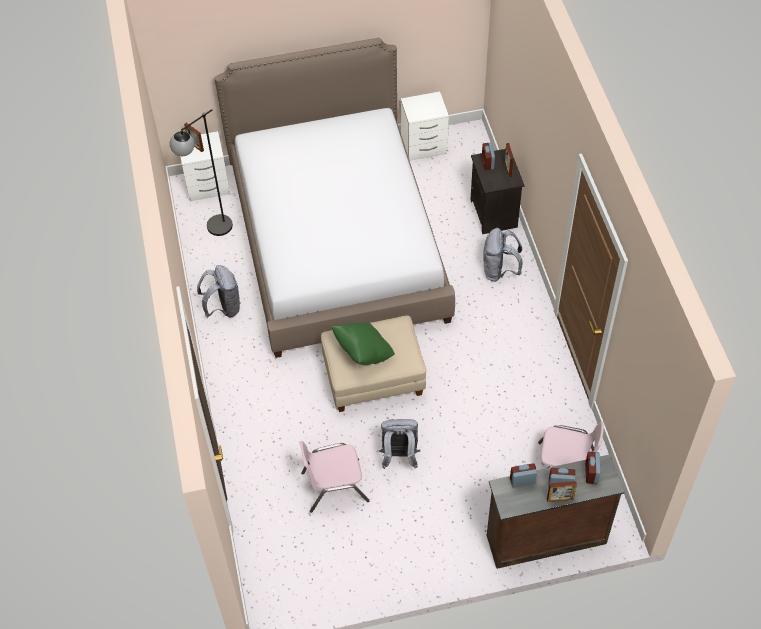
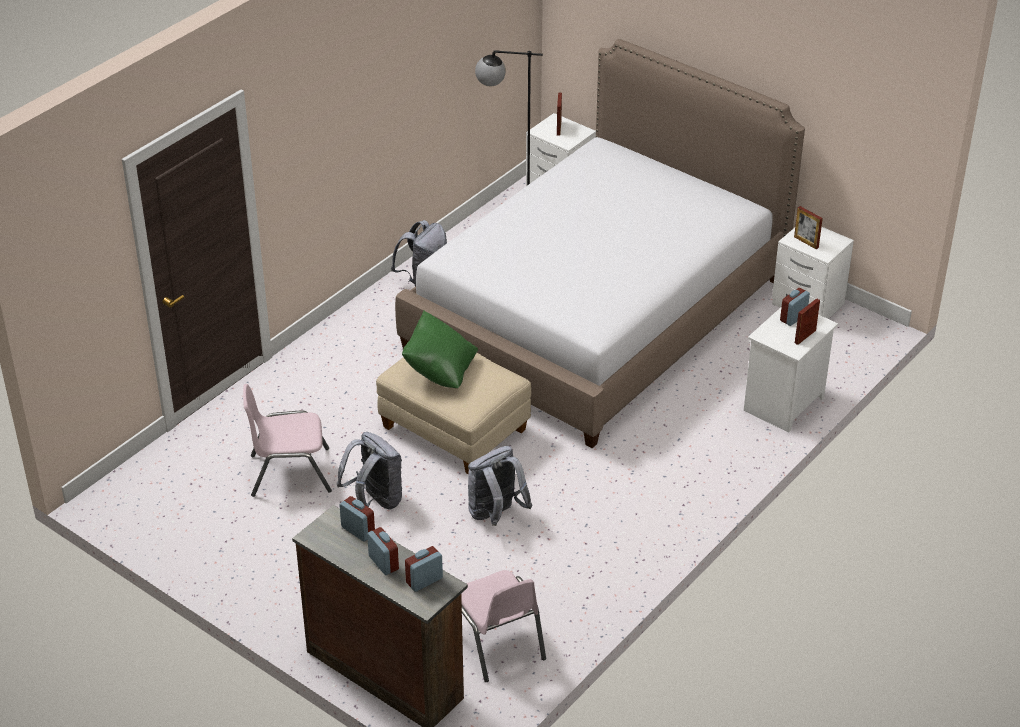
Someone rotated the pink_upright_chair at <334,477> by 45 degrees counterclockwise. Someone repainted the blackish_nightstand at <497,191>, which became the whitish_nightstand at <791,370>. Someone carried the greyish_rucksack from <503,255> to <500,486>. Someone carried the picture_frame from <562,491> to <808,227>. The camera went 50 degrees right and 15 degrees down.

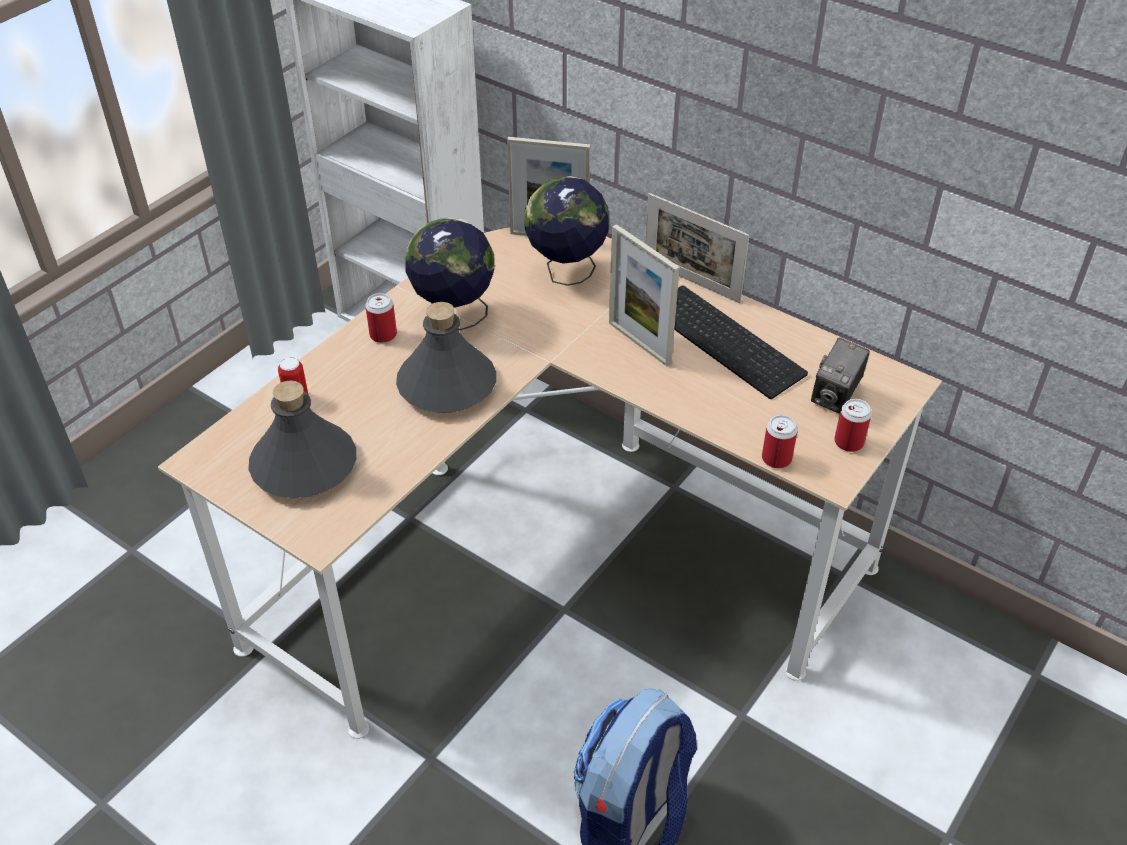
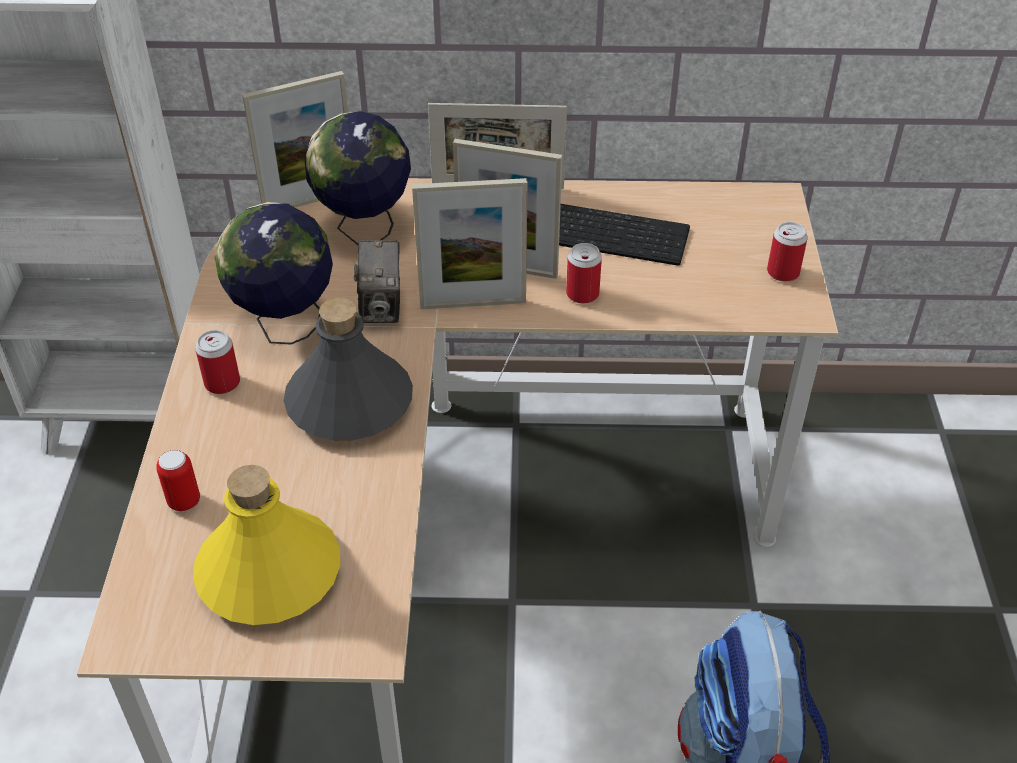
Someone repainted the greyish_bottle at <302,439>, which became the yellow-coloured_bottle at <266,545>. Someone carried the sealed_can from <780,441> to <584,273>. Someone carried the photo_camera from <840,376> to <377,281>. Someone put down the picture_frame at <470,243>. The camera went 35 degrees left and 0 degrees up.

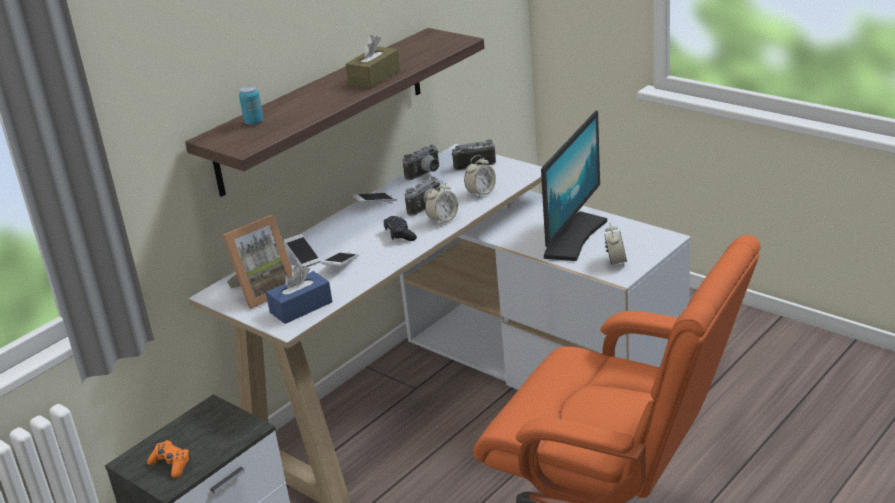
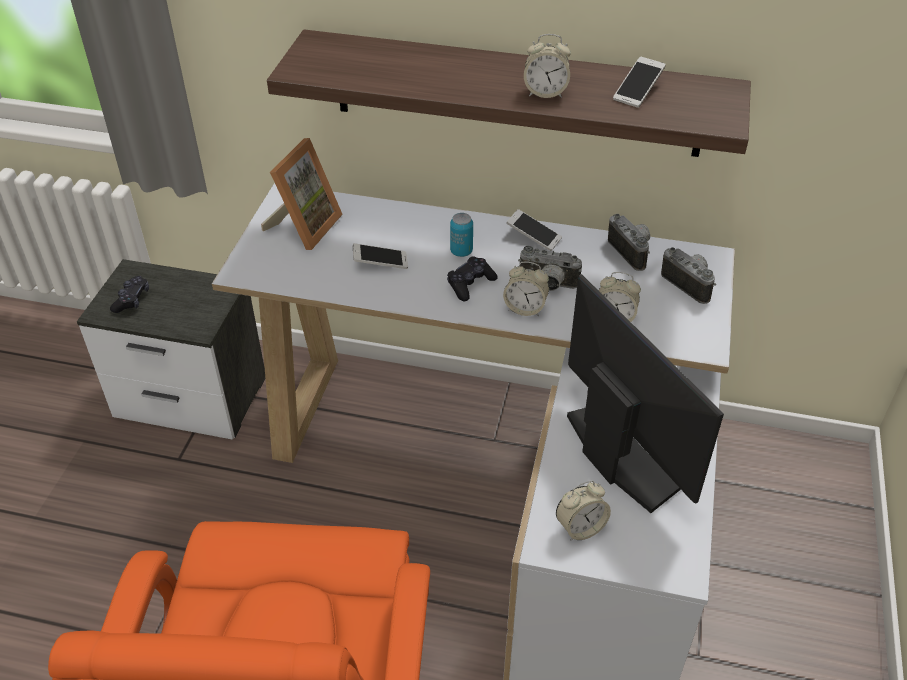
Someone repainted the orange_joypad at <169,459>, which became the blackish_joypad at <129,294>. Someone rotated the picture_frame at <258,262> by 90 degrees counterclockwise. Someone carried the sealed_can from <251,105> to <461,235>. Someone took away the blue-coloured_tissue_box at <299,295>. Someone carried the telephone from <302,250> to <639,82>. Someone swapped the brownish_tissue_box at <373,62> for the bedside_clock at <547,66>. Someone rotated the photo_camera at <421,162> by 135 degrees counterclockwise. Someone rotated the monitor at <574,186> by 120 degrees counterclockwise. The camera went 60 degrees right and 15 degrees up.

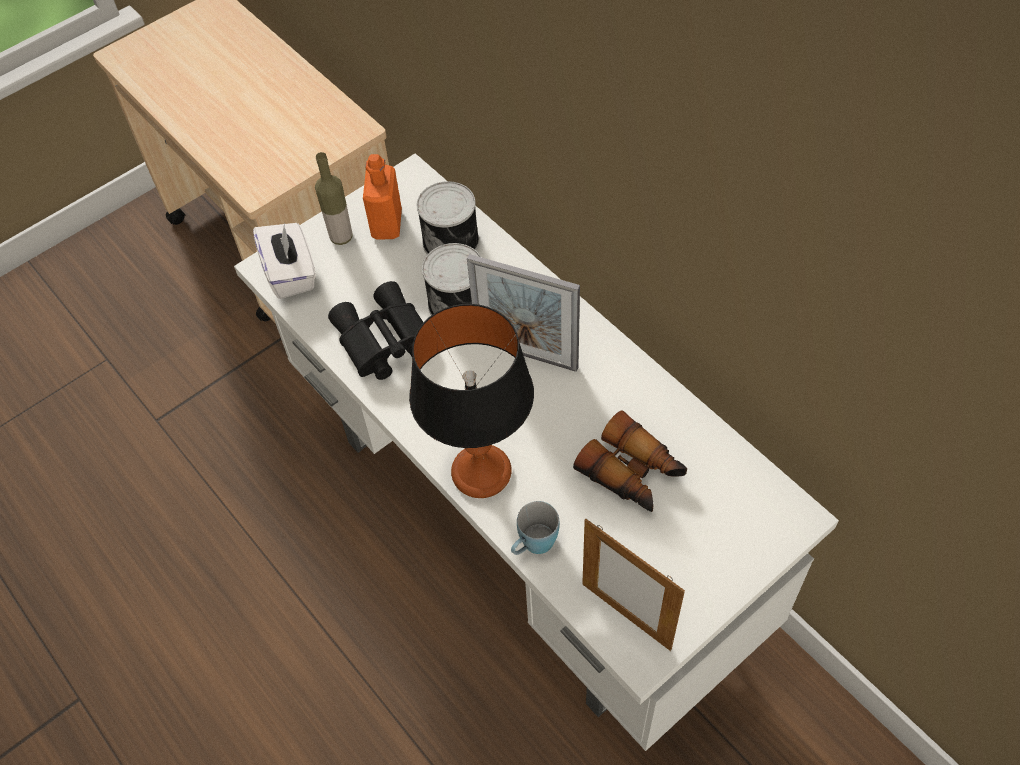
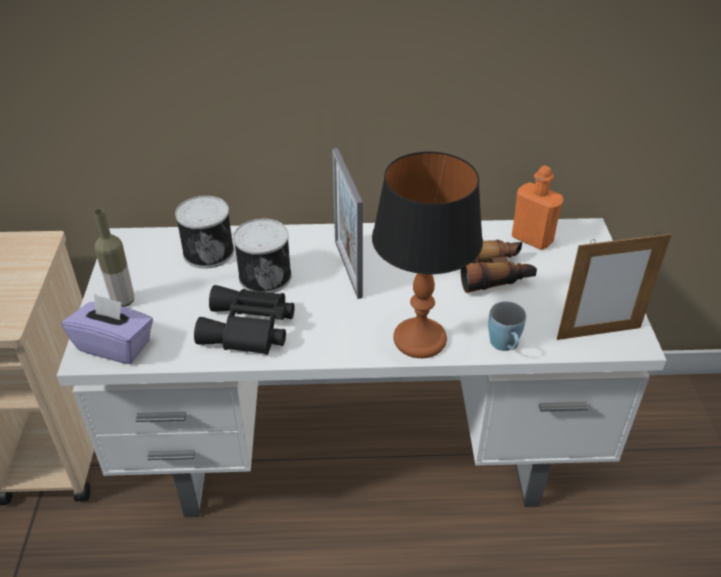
Someone repainted the whitish_tissue_box at <284,260>, which became the purple_tissue_box at <107,329>. Someone carried the orange_bottle from <382,197> to <538,207>. Someone rotated the picture_frame at <523,313> by 105 degrees clockwise. The camera went 55 degrees left and 15 degrees down.

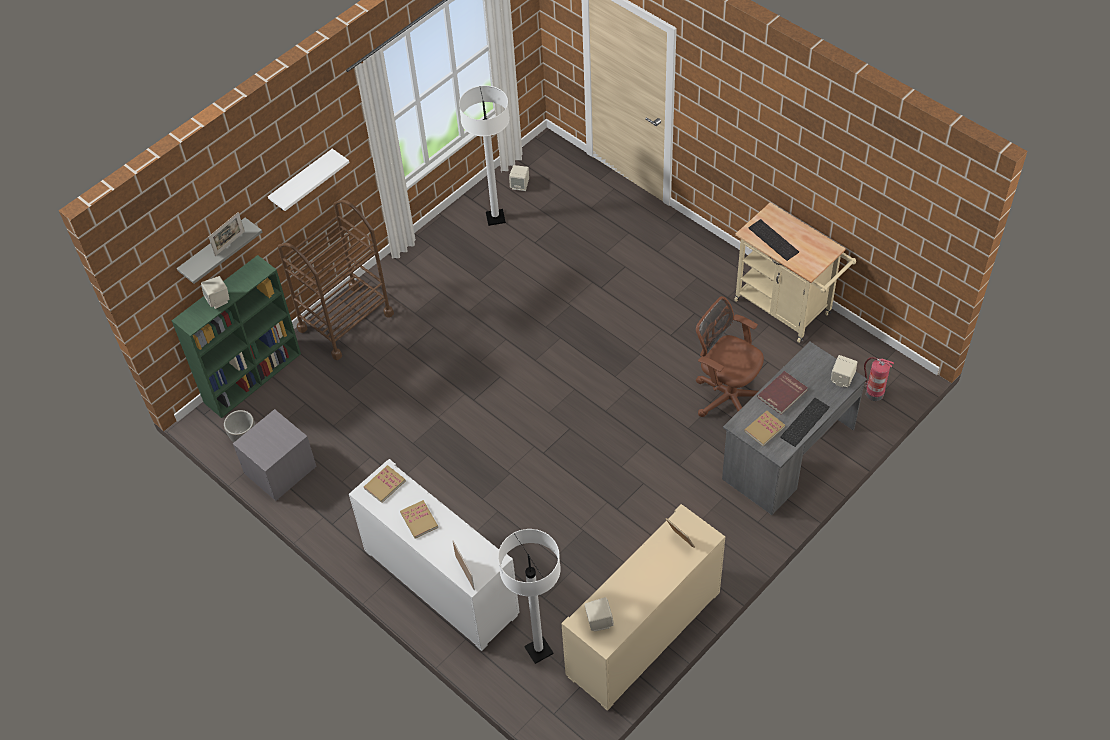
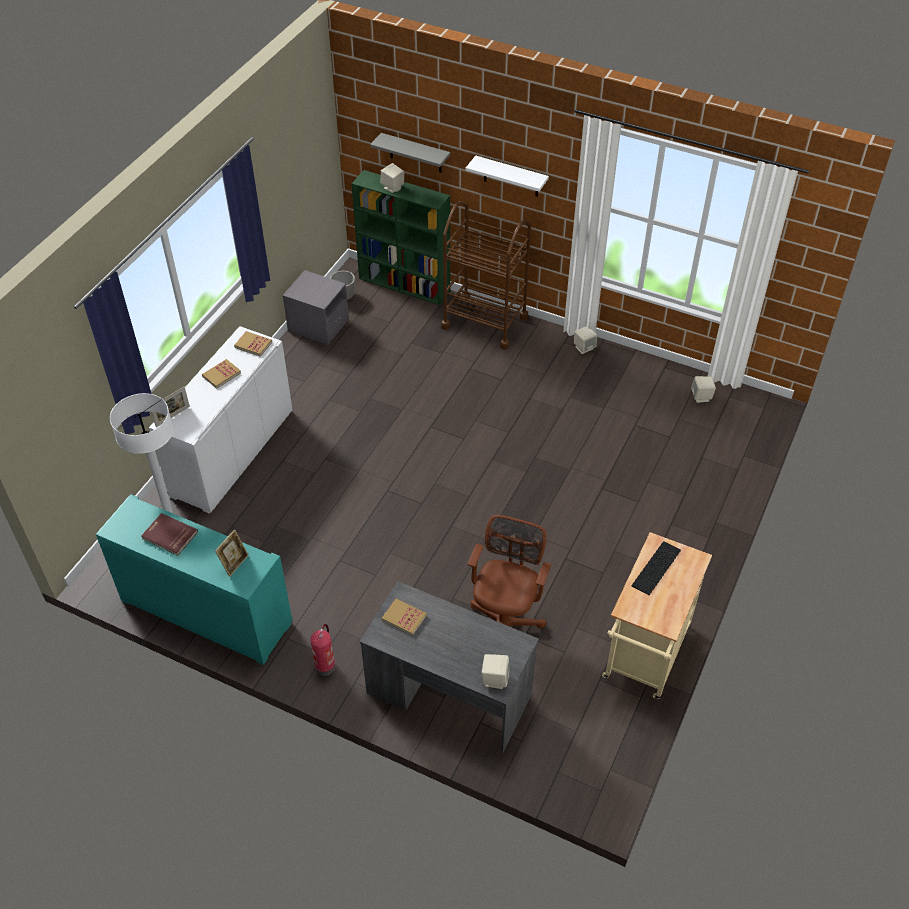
Someone took away the picture_frame at <227,234>. Someone took away the whitish_standing_lamp at <484,155>. Someone repainted the beige-coloured_cabinet at <643,607>, which became the turquoise-coloured_cabinet at <194,579>. Someone carried the beige-coloured_speaker from <599,614> to <585,340>. Someone carried the reddish_bound_book from <782,393> to <169,534>. Someone took away the keyboard at <805,422>. Someone carried the extinguisher from <879,379> to <322,650>. The camera went 70 degrees right and 5 degrees down.

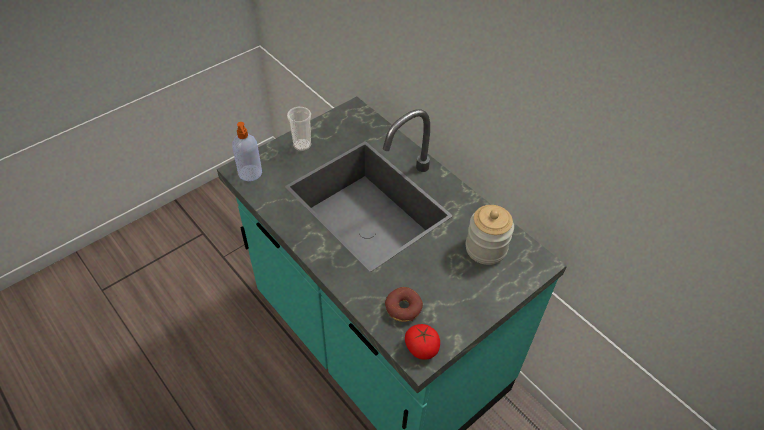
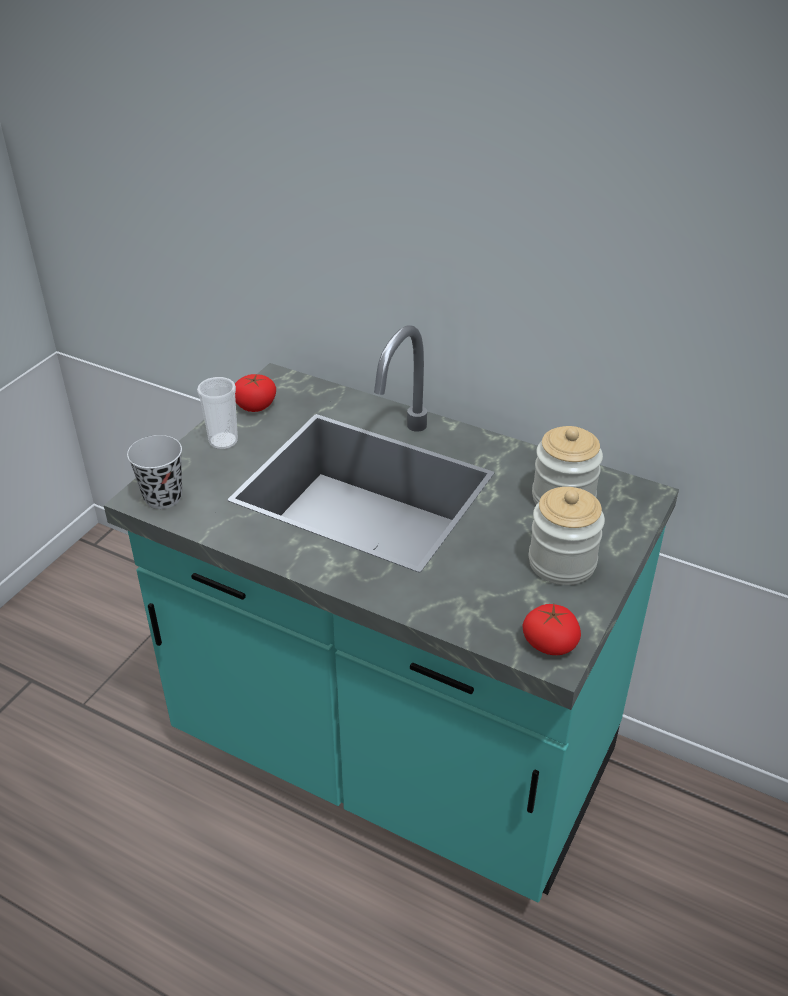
Someone swapped the liquid_soap_bottle at <247,151> for the blackish_cup at <154,472>. Someone took away the ring_doughnut at <404,304>. Someone put down the fresh_tomato at <255,393>. Someone put down the jar at <567,536>. The camera went 20 degrees left and 10 degrees down.

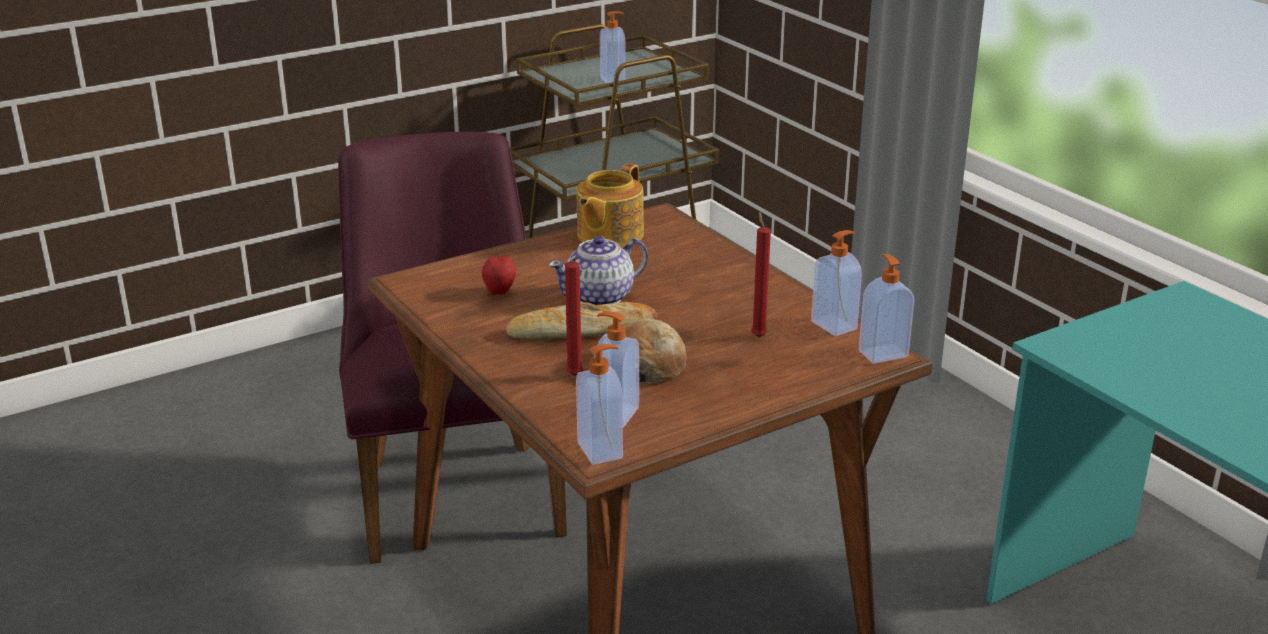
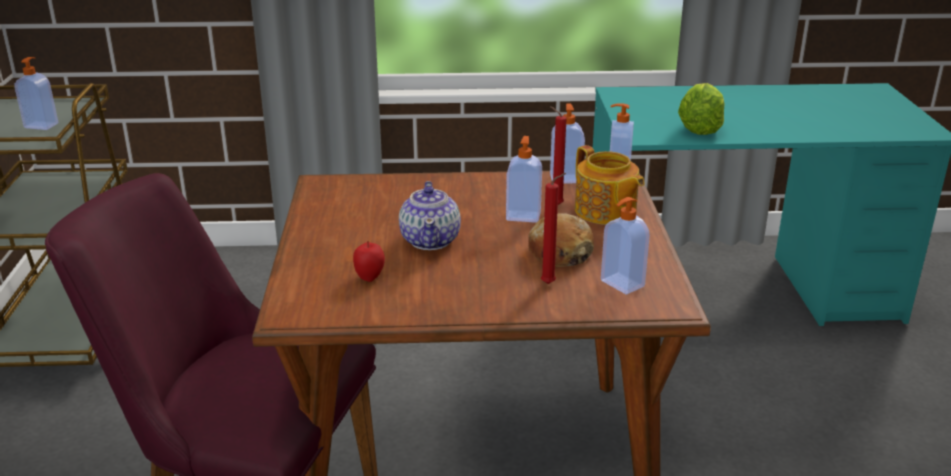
Someone took away the bread at <581,321>. Someone carried the liquid_soap_bottle from <599,404> to <524,179>. Someone carried the teapot from <610,205> to <610,185>. Someone put down the lettuce_head at <701,109>. The camera went 60 degrees left and 0 degrees up.

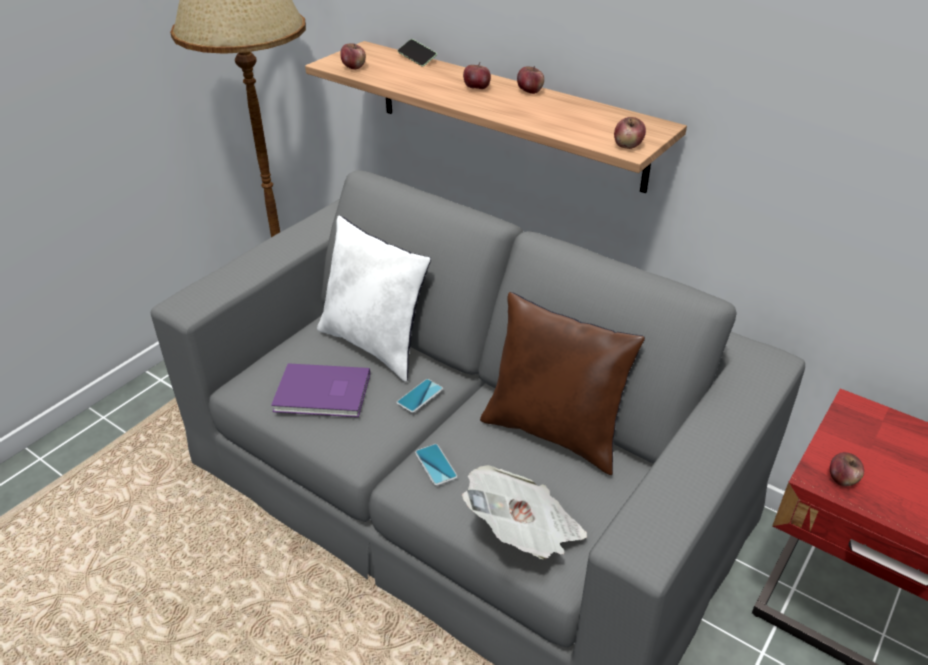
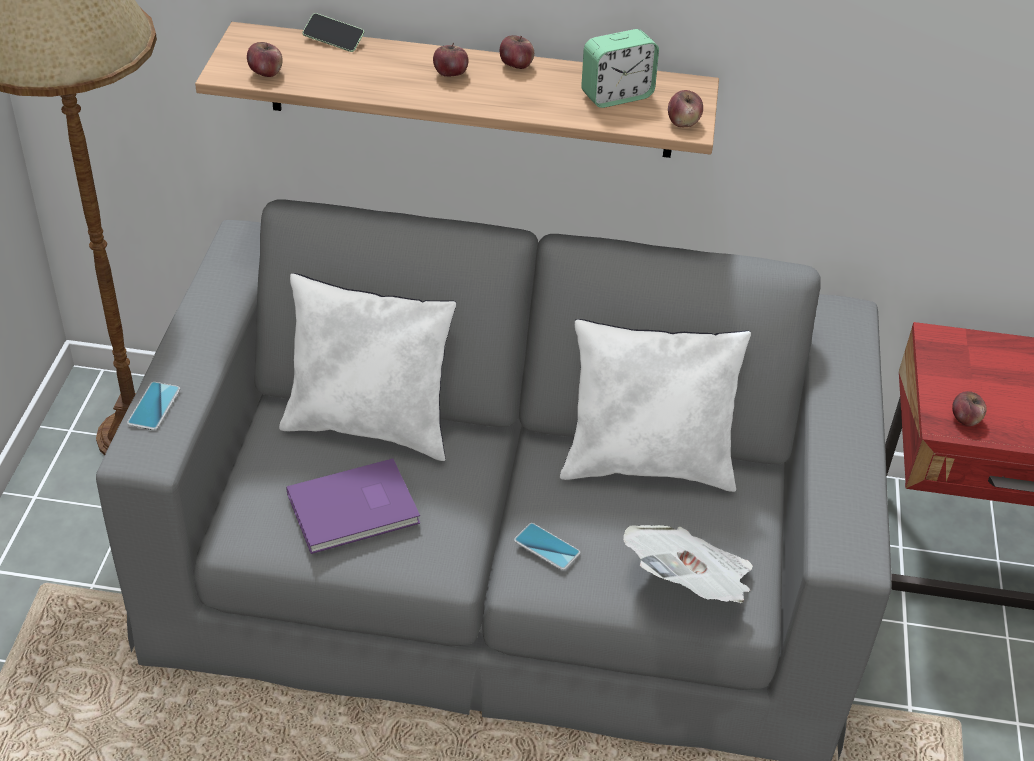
Someone carried the telephone from <419,396> to <153,406>. Someone repainted the brownish_throw_pillow at <562,383>, which became the whitish_throw_pillow at <655,405>. Someone put down the bedside_clock at <620,68>. The camera went 30 degrees left and 5 degrees up.

